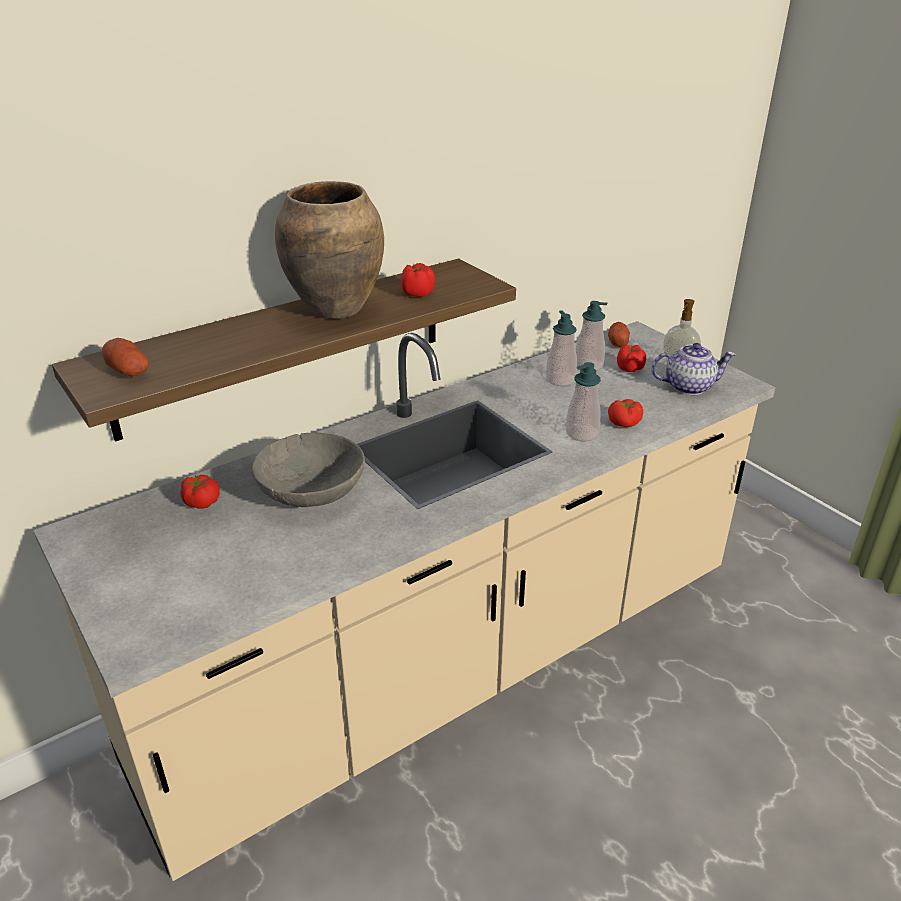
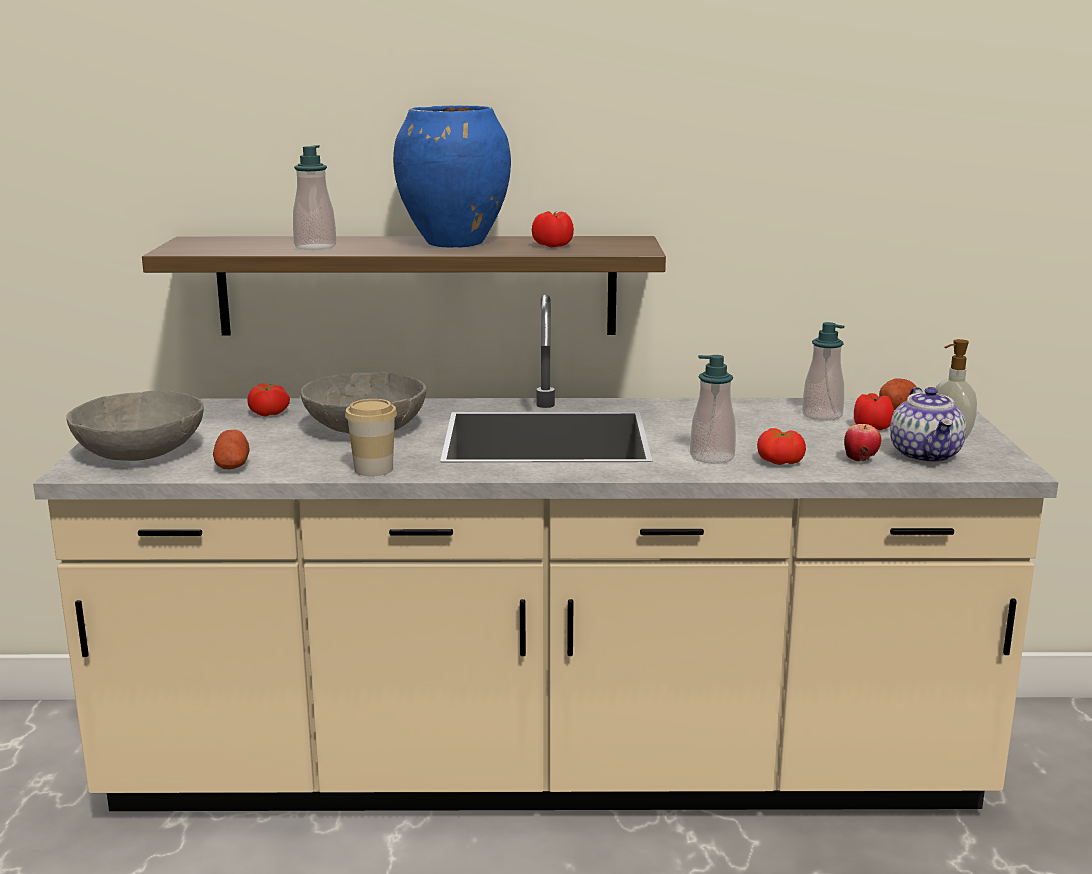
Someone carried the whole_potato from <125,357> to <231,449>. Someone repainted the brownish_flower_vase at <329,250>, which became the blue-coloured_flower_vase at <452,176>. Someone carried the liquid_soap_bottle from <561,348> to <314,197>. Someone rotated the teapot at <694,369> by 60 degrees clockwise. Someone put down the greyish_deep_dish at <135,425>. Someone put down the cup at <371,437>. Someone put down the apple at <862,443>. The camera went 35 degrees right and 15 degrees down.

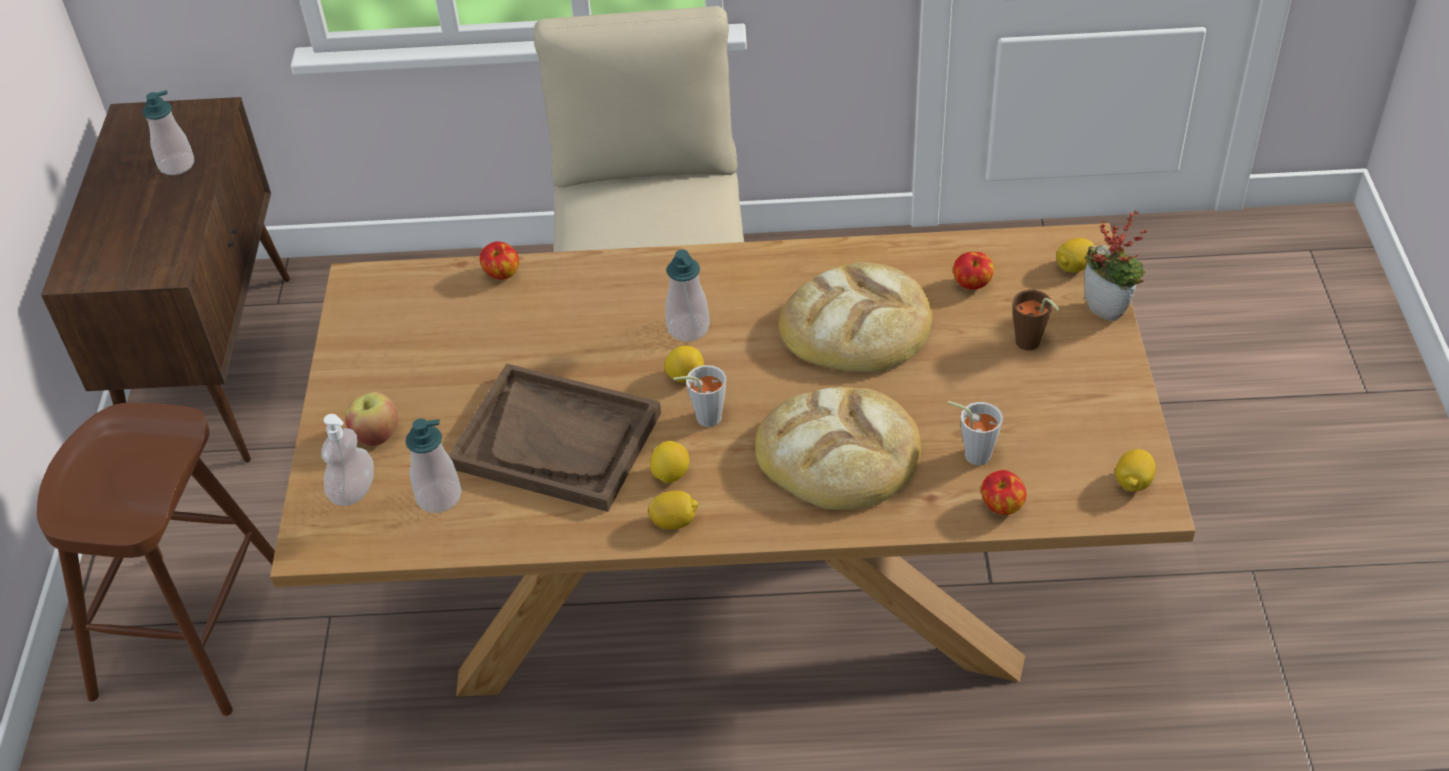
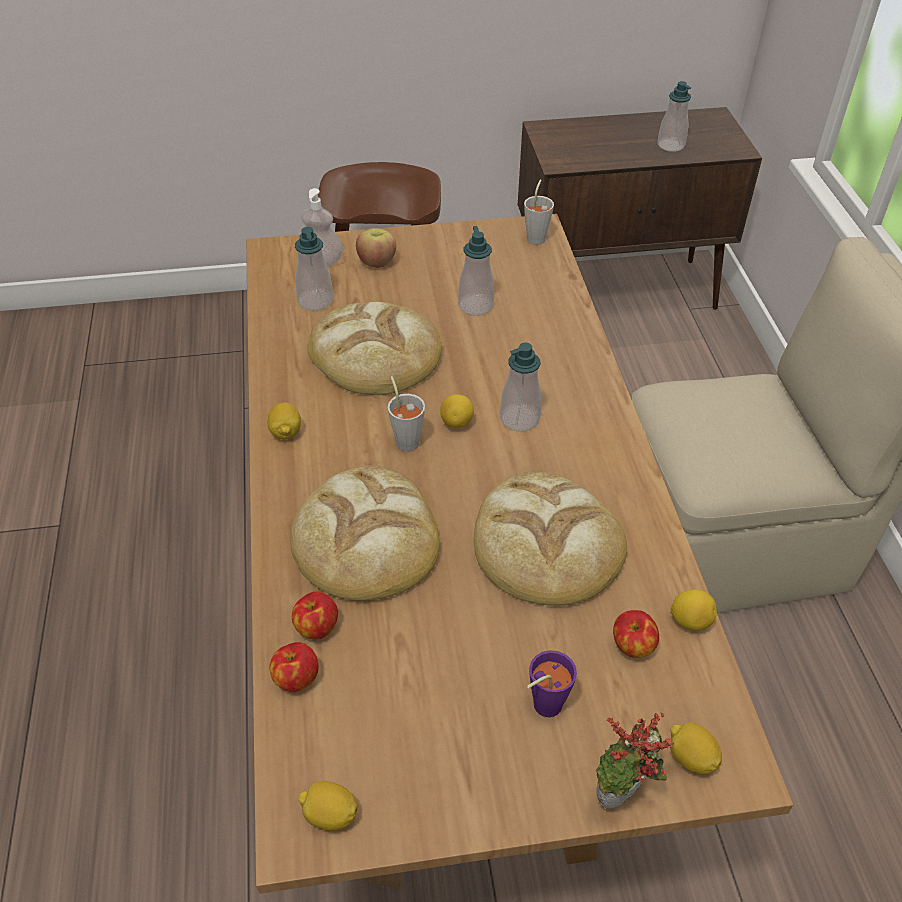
Someone swapped the brownish_tray at <554,437> for the bread at <374,348>. Someone carried the apple from <499,260> to <315,615>. Someone carried the whole_lemon from <670,462> to <694,609>. Someone carried the greyish_cup from <975,433> to <539,212>. Someone repainted the brownish_cup at <1036,320>, which became the purple_cup at <552,683>. Someone put down the liquid_soap_bottle at <476,270>. The camera went 80 degrees right and 0 degrees up.

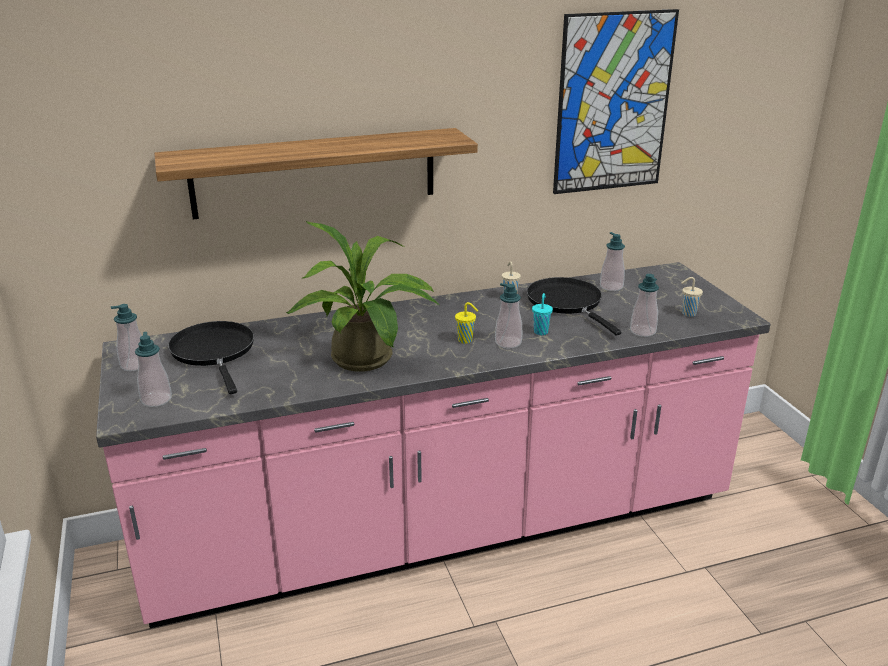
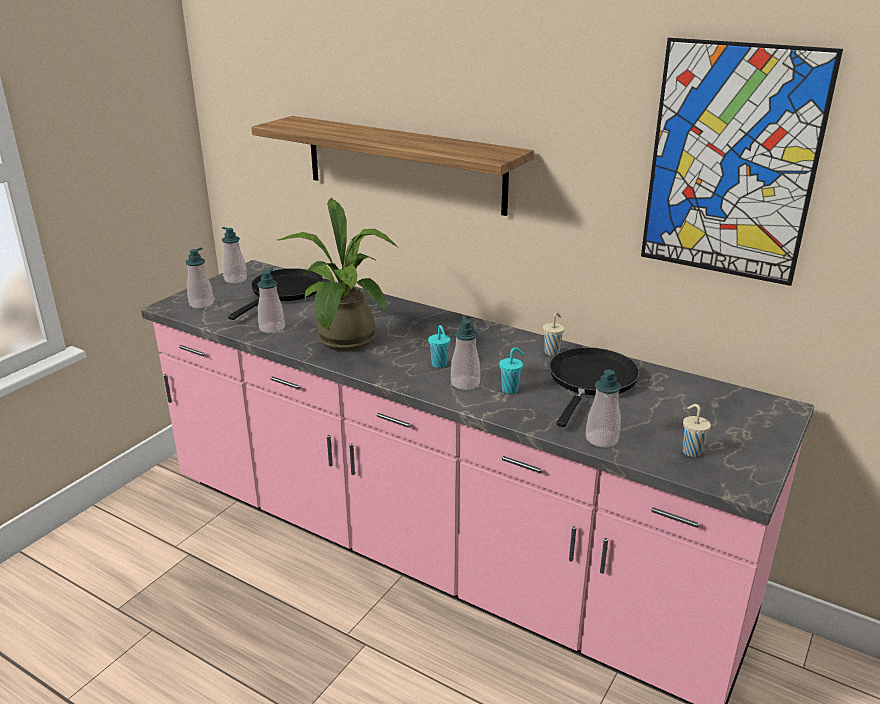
Someone repainted the yellow-coloured_cup at <466,323>, which became the turquoise-coloured_cup at <439,346>. Someone carried the liquid_soap_bottle from <612,261> to <271,300>. The camera went 50 degrees right and 0 degrees up.

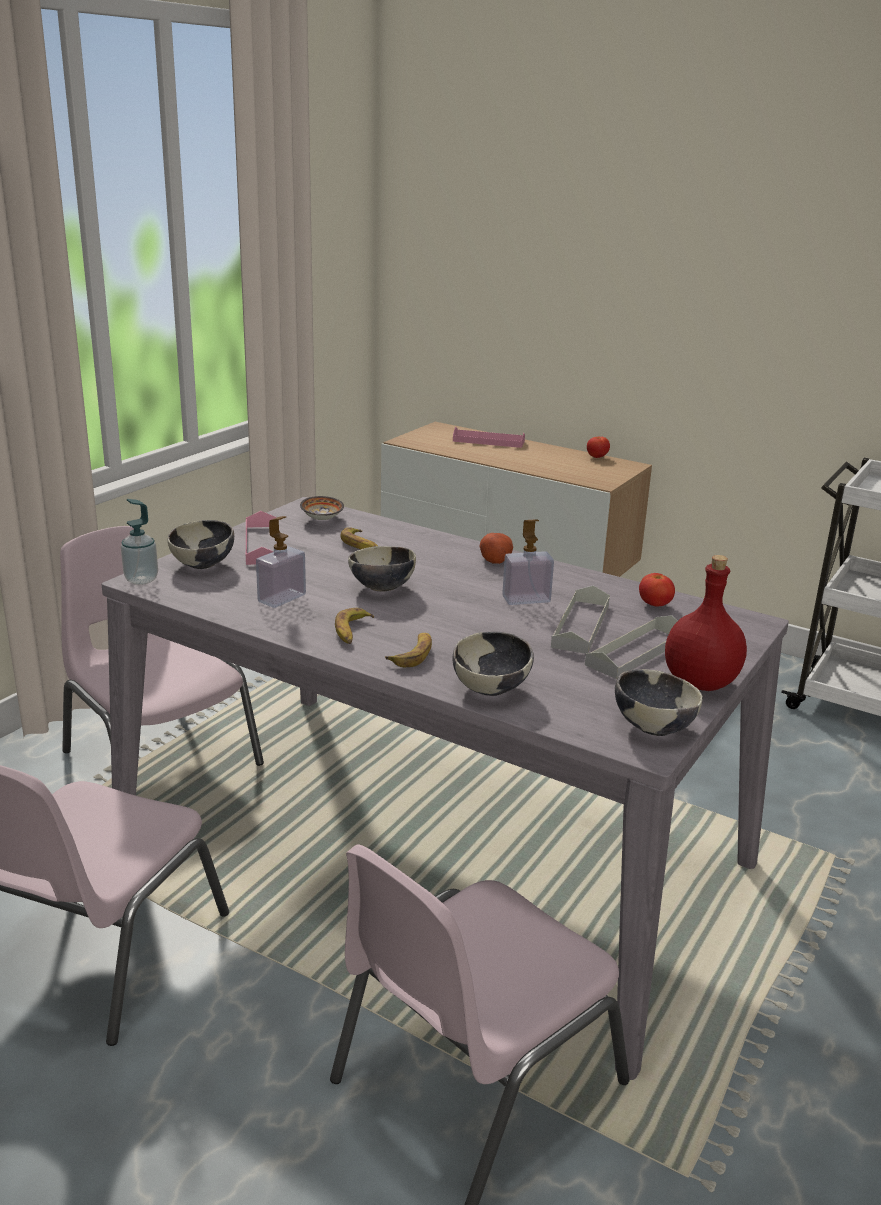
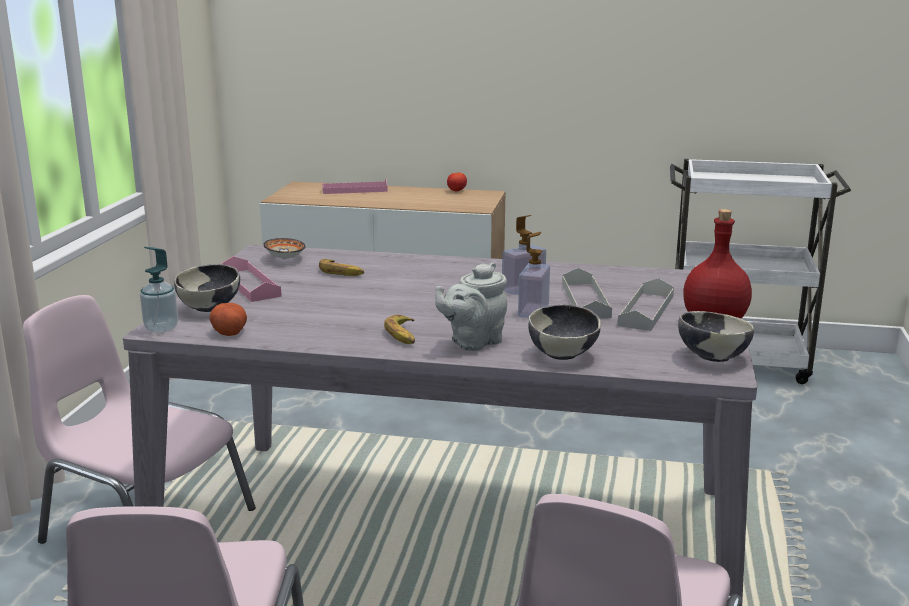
Someone carried the liquid_soap_bottle from <281,562> to <534,275>. Someone took away the deep_dish at <382,569>. Someone swapped the banana at <408,650> for the greyish_teapot at <471,306>. Someone carried the whole_potato from <496,548> to <228,319>. Someone took away the fresh_tomato at <657,589>. The camera went 20 degrees left and 5 degrees down.

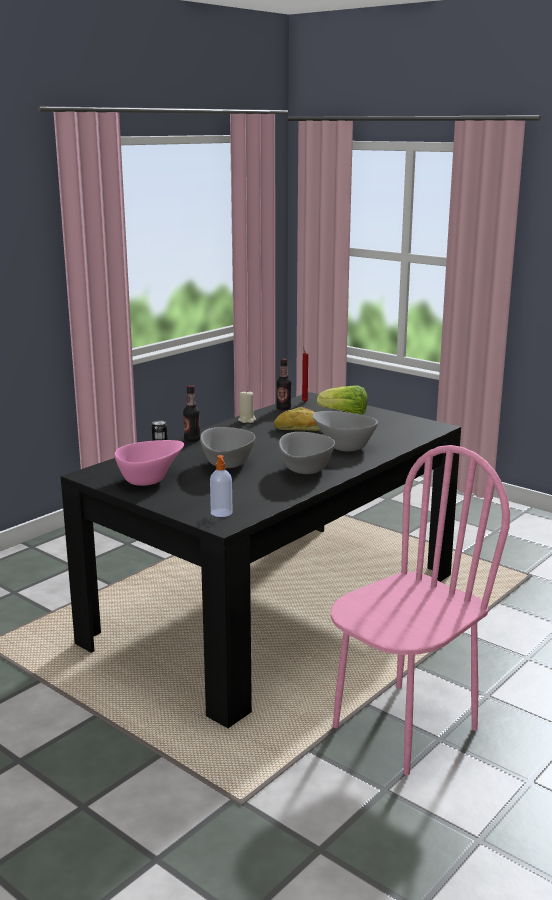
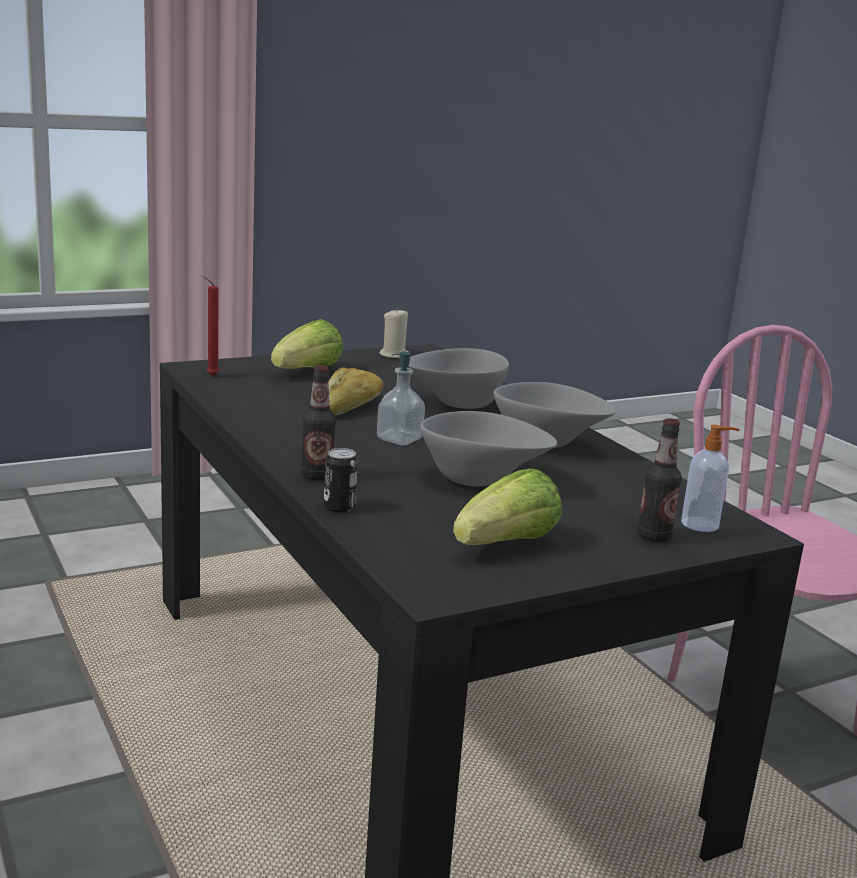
Someone swapped the pink_deep_dish at <149,463> for the lettuce_head at <507,506>. Someone carried the beige-coloured_wax_light from <247,407> to <393,333>. Someone carried the bottle from <283,384> to <659,480>. Someone put down the liquid_soap_bottle at <401,398>. The camera went 70 degrees left and 0 degrees up.

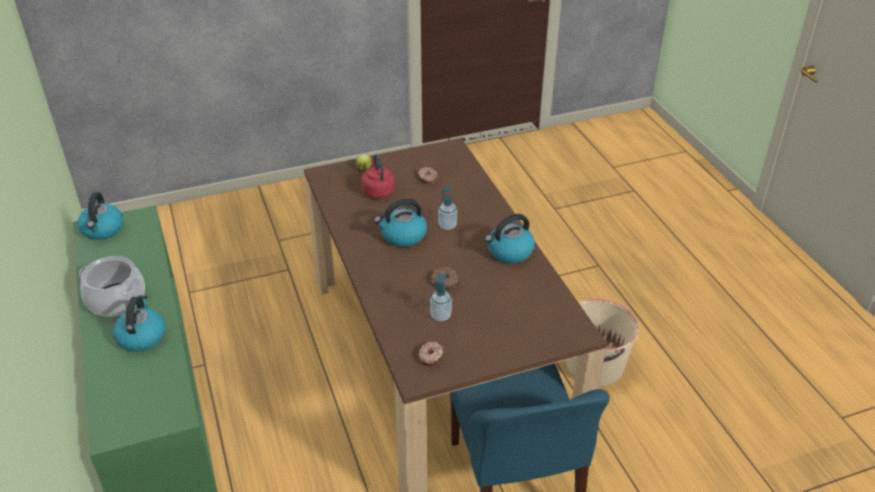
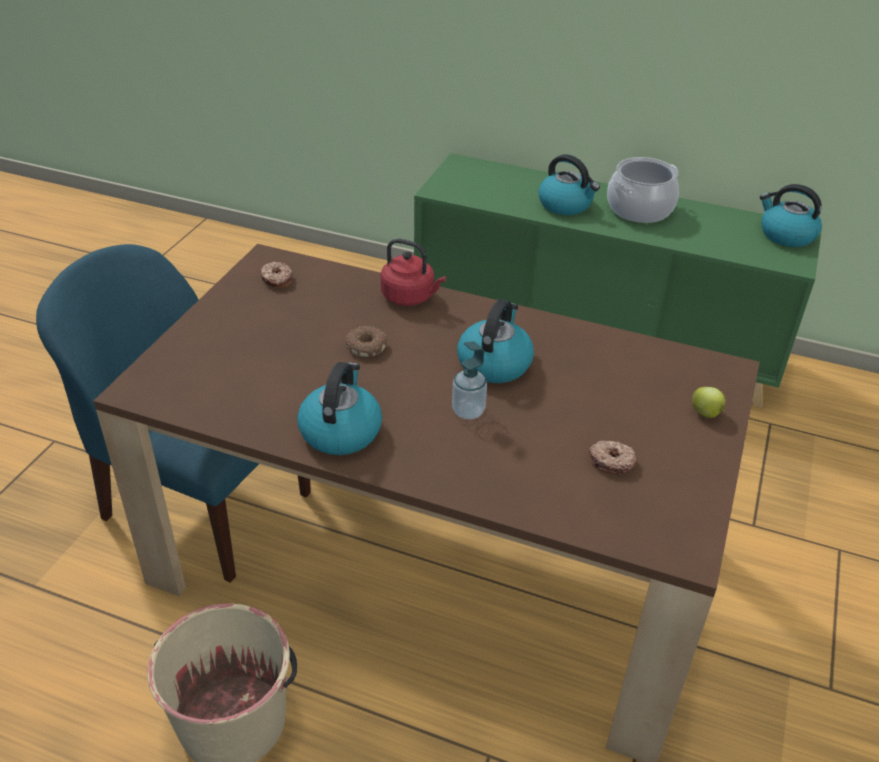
Someone carried the reddish_kettle from <378,176> to <413,272>. Someone took away the liquid_soap_bottle at <441,297>. The camera went 130 degrees right and 0 degrees up.

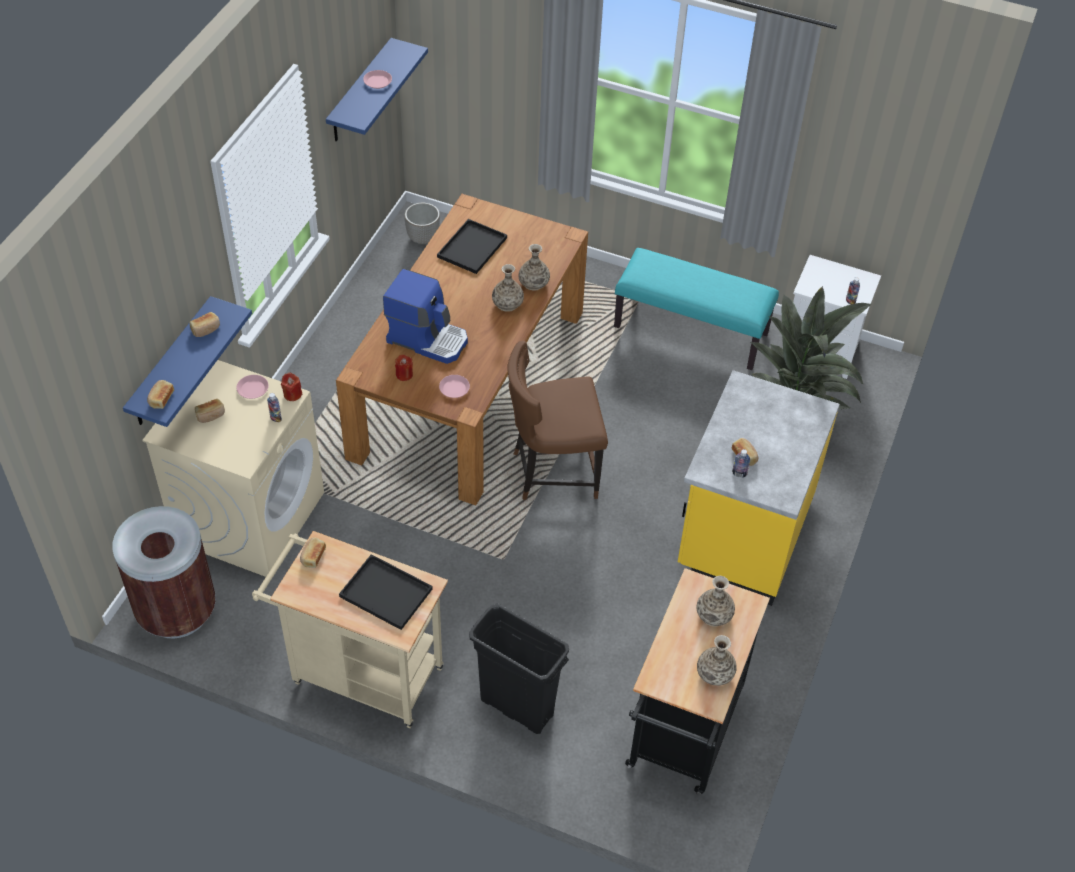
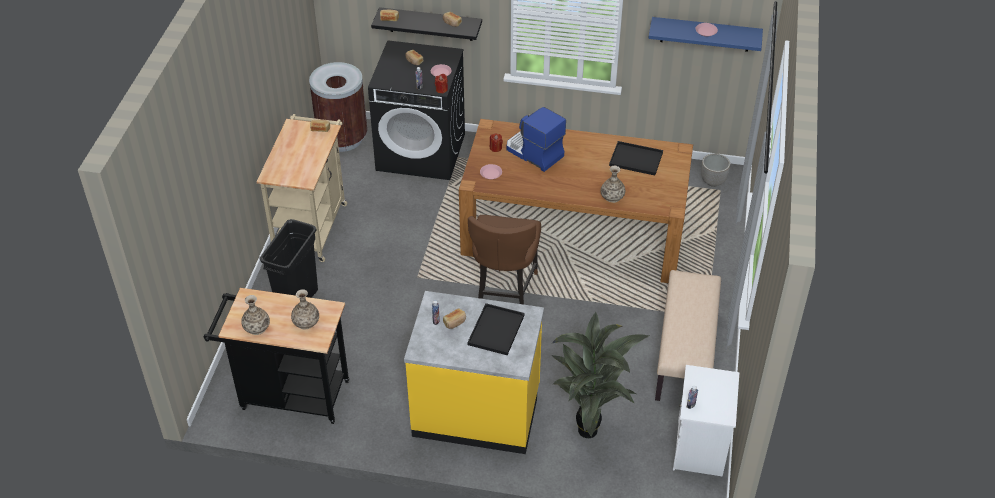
Someone repainted the blue-coloured_bracket_shelf at <187,361>, which became the blackish_bracket_shelf at <426,24>. Someone repainted the beige-coloured_laundry_machine at <233,468>, which became the blackish_laundry_machine at <416,110>. Someone carried the blackish_tray from <386,592> to <496,329>. Someone rotated the coffee_machine at <425,316> by 120 degrees clockwise. Someone took away the flower_vase at <508,288>. Someone rotated the brownish_upright_chair at <557,420> by 150 degrees counterclockwise. Someone repainted the turquoise-coloured_bench at <696,309>, which became the beige-coloured_bench at <688,335>. The camera went 80 degrees right and 5 degrees down.

